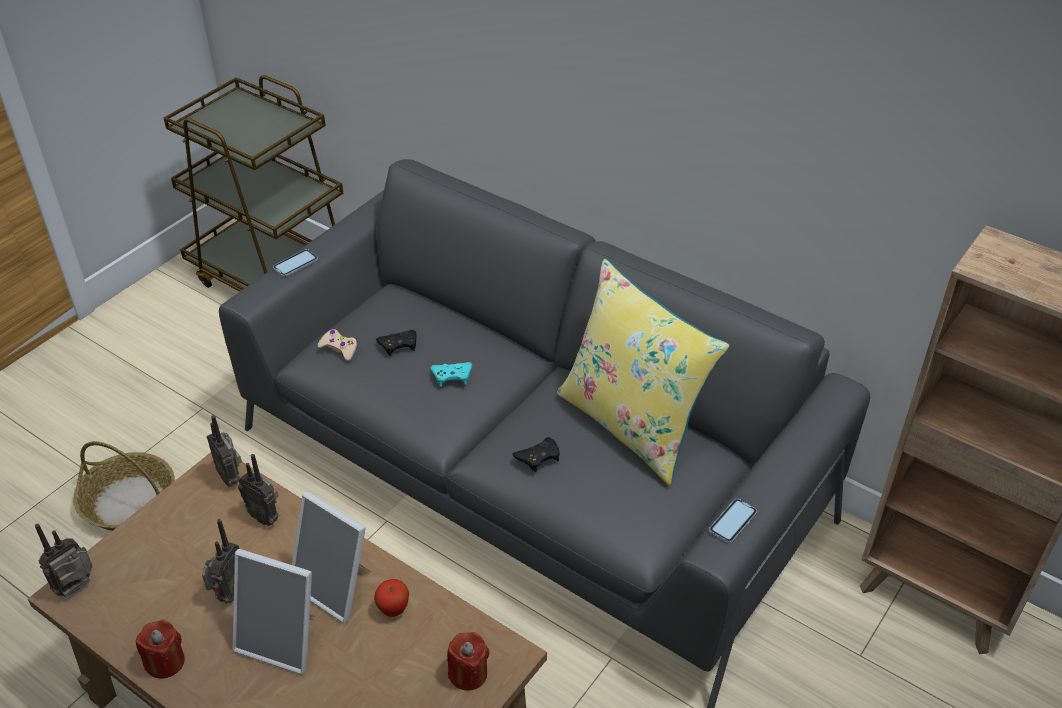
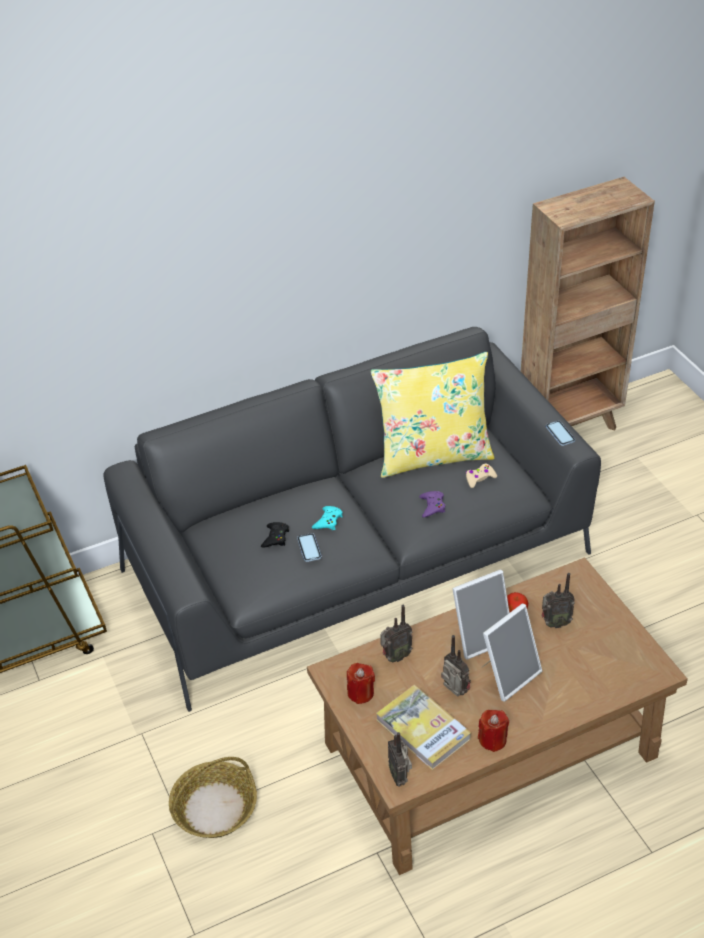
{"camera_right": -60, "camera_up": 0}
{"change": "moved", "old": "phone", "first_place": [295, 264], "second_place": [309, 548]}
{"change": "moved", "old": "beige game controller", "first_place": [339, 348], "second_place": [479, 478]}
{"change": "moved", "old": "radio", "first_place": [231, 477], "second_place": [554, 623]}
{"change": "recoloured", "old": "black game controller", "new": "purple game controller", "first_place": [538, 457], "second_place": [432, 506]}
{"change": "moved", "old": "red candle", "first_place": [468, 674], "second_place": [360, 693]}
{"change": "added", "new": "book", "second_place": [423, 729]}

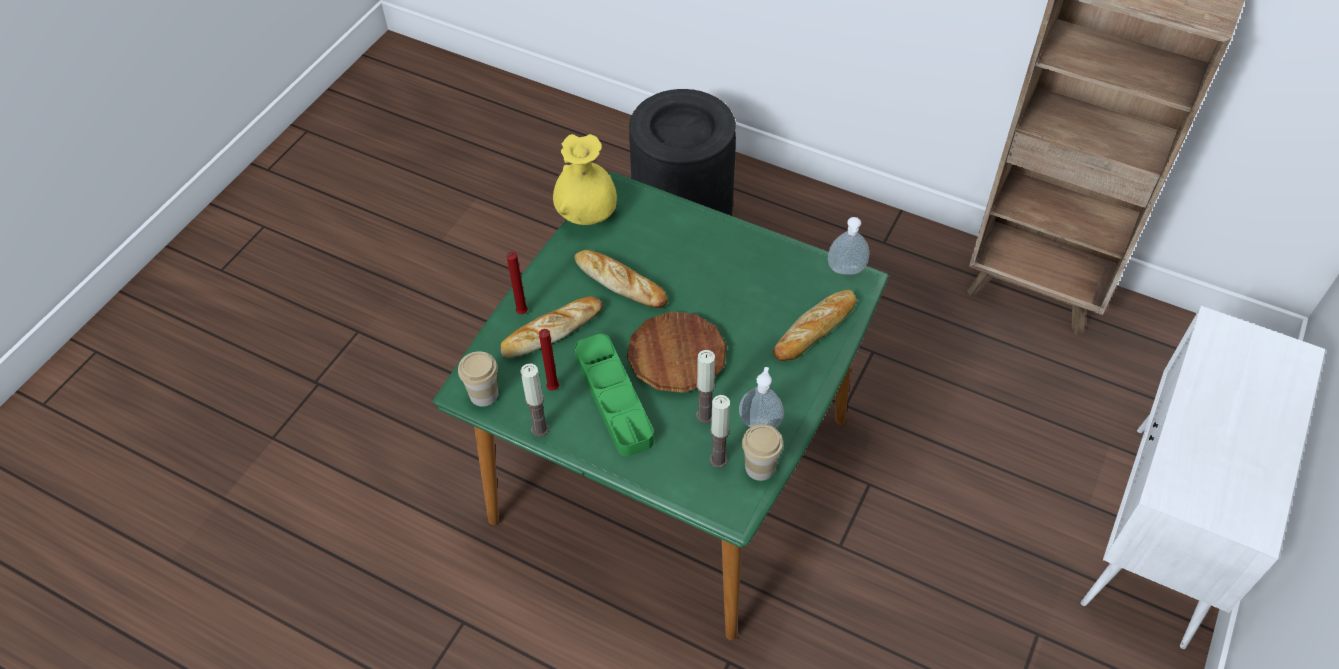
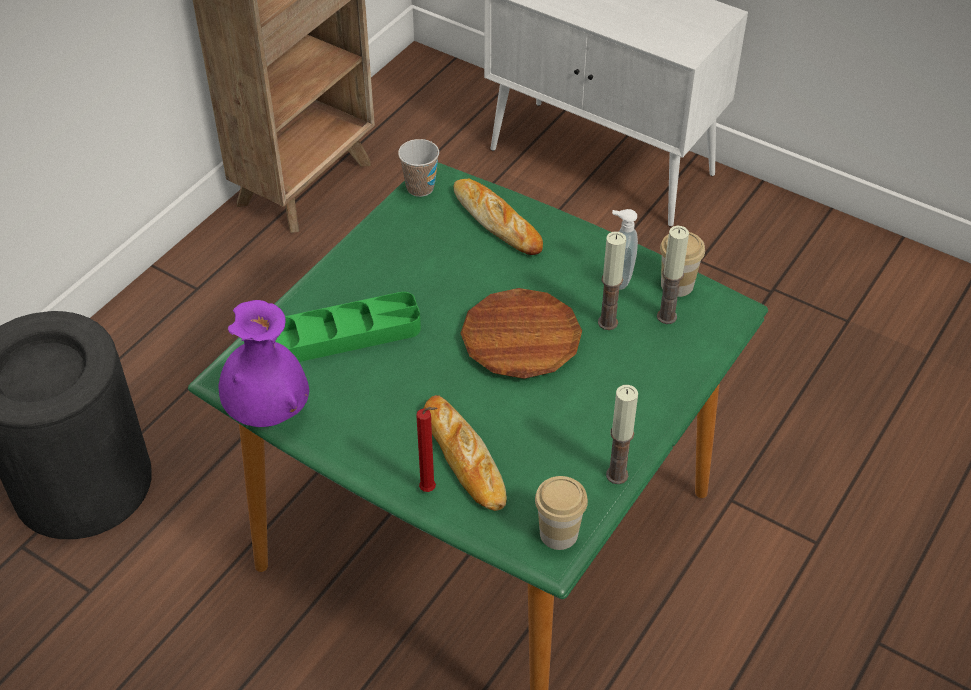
{"camera_right": -85, "camera_up": -5}
{"change": "recoloured", "old": "yellow vase", "new": "purple vase", "first_place": [586, 216], "second_place": [268, 412]}
{"change": "replaced", "old": "soap dispenser", "new": "cup", "first_place": [846, 272], "second_place": [420, 188]}
{"change": "removed", "old": "bread", "first_place": [620, 282]}
{"change": "removed", "old": "red candle", "first_place": [553, 390]}
{"change": "moved", "old": "green tray", "first_place": [613, 398], "second_place": [340, 336]}

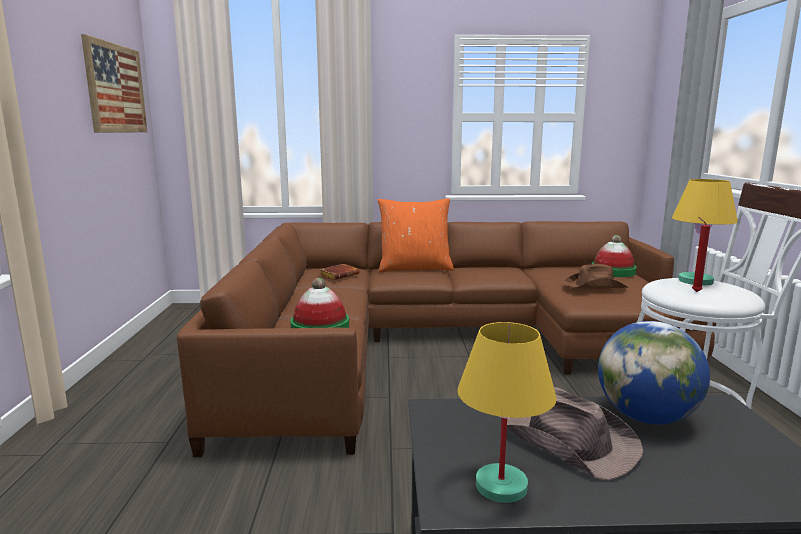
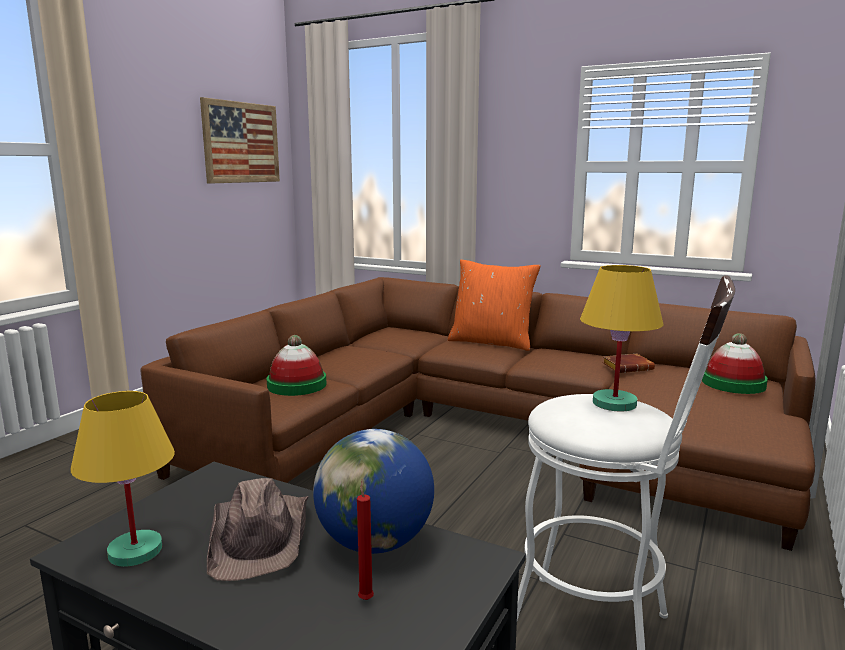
{"camera_right": 30, "camera_up": 0}
{"change": "moved", "old": "red candle", "first_place": [695, 291], "second_place": [366, 598]}
{"change": "moved", "old": "brown book", "first_place": [339, 275], "second_place": [628, 367]}
{"change": "removed", "old": "brown hat", "first_place": [595, 286]}

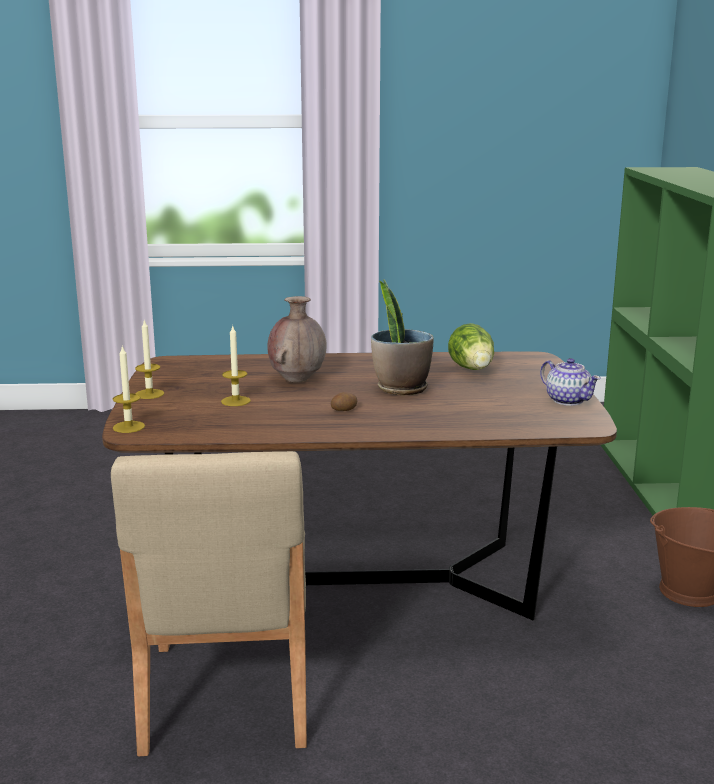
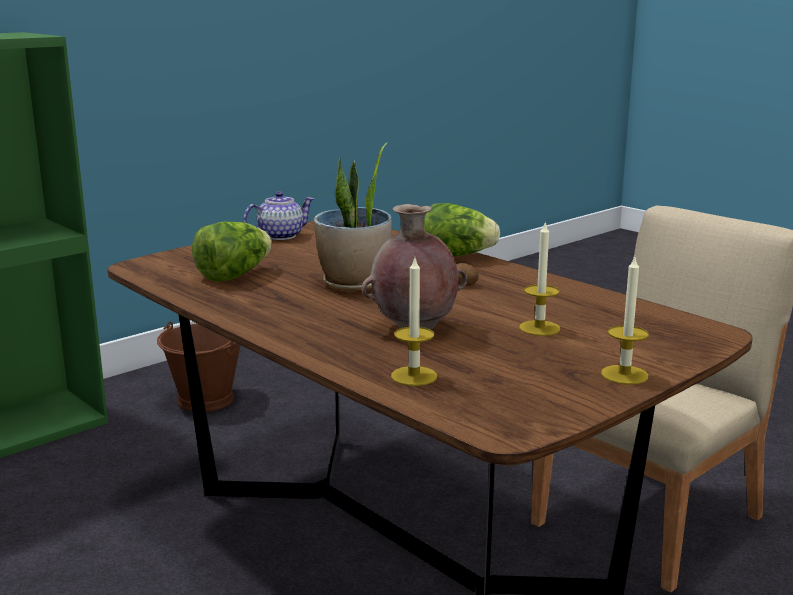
{"camera_right": -130, "camera_up": 0}
{"change": "moved", "old": "candle", "first_place": [128, 427], "second_place": [414, 376]}
{"change": "turned", "old": "teapot", "first_place": [567, 400], "second_place": [280, 236], "degrees": 45}
{"change": "added", "new": "lettuce", "second_place": [457, 256]}

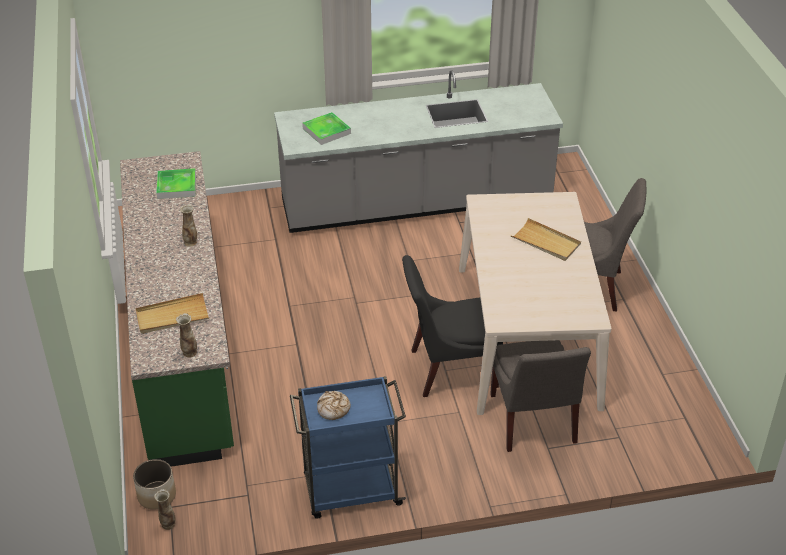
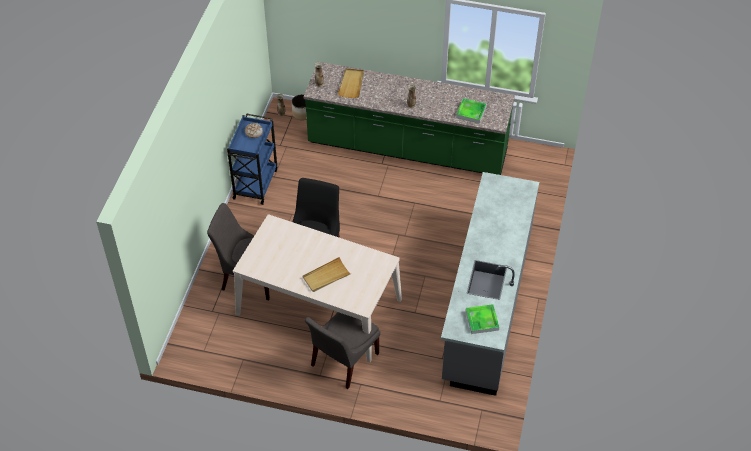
{"camera_right": 115, "camera_up": 10}
{"change": "moved", "old": "tray", "first_place": [326, 131], "second_place": [482, 320]}

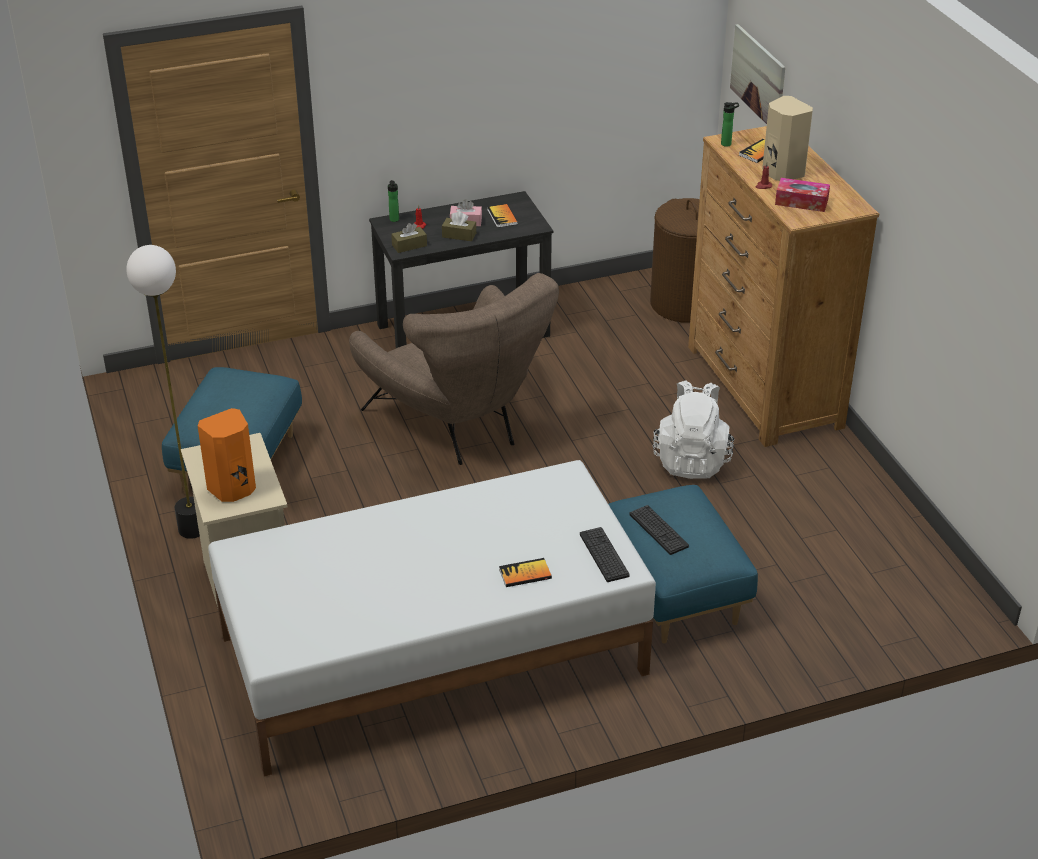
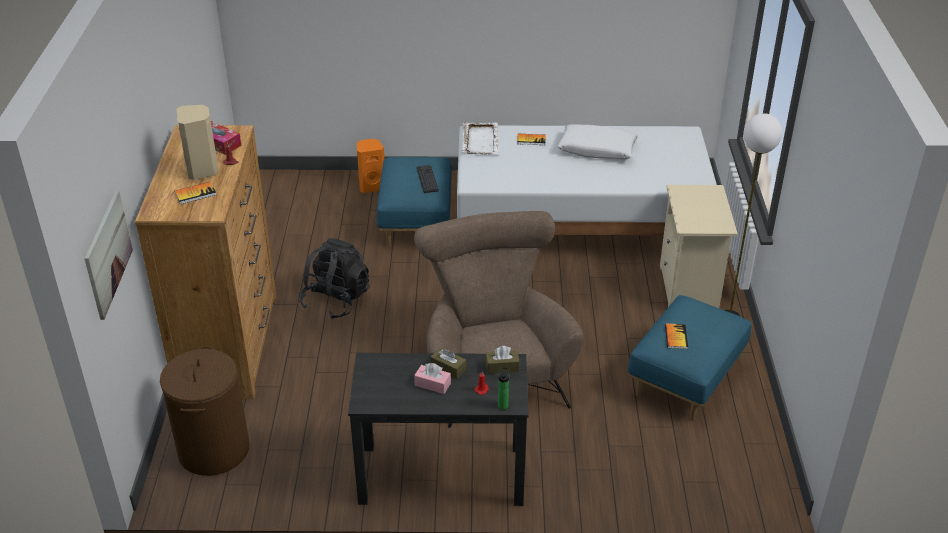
{"camera_right": -160, "camera_up": 0}
{"change": "removed", "old": "bottle", "first_place": [727, 144]}
{"change": "moved", "old": "book", "first_place": [502, 217], "second_place": [676, 337]}
{"change": "recoloured", "old": "white backpack", "new": "black backpack", "first_place": [692, 459], "second_place": [336, 300]}
{"change": "moved", "old": "orange speaker", "first_place": [233, 489], "second_place": [371, 186]}
{"change": "replaced", "old": "keyboard", "new": "white tray", "first_place": [604, 555], "second_place": [480, 140]}
{"change": "added", "new": "white pillow", "second_place": [597, 150]}

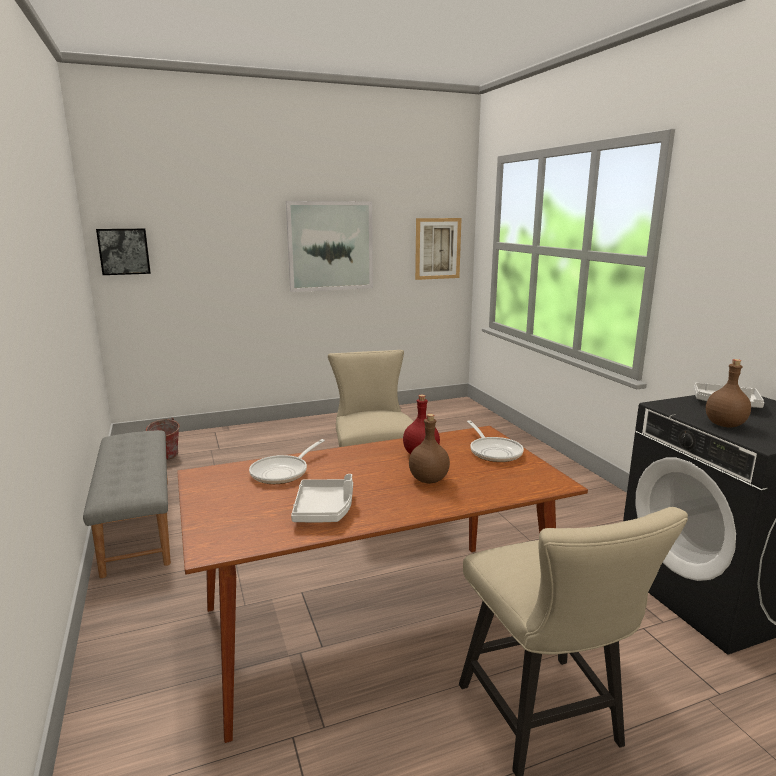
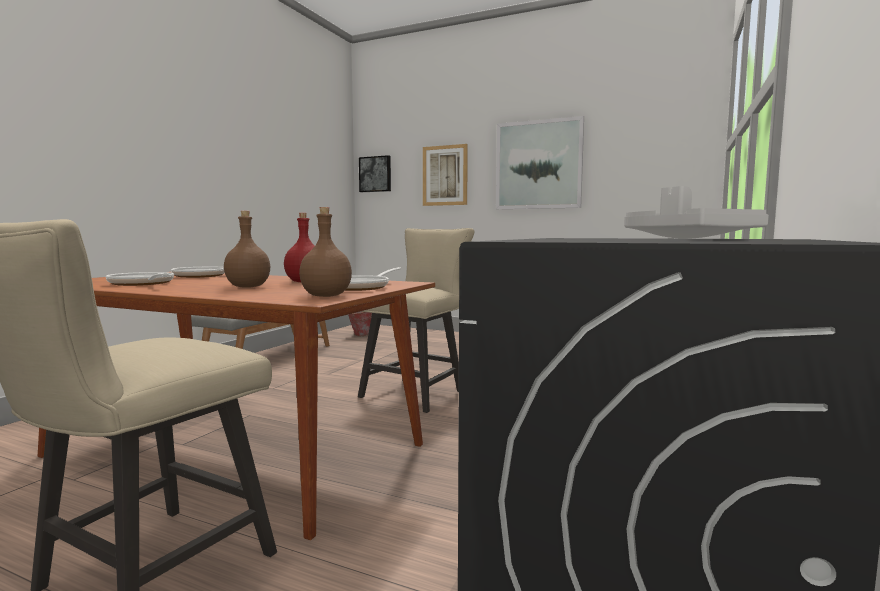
{"camera_right": 45, "camera_up": -10}
{"change": "moved", "old": "picture", "first_place": [437, 248], "second_place": [445, 175]}
{"change": "moved", "old": "brown bottle", "first_place": [725, 425], "second_place": [327, 296]}
{"change": "replaced", "old": "grey tray", "new": "frying pan", "first_place": [324, 510], "second_place": [142, 284]}

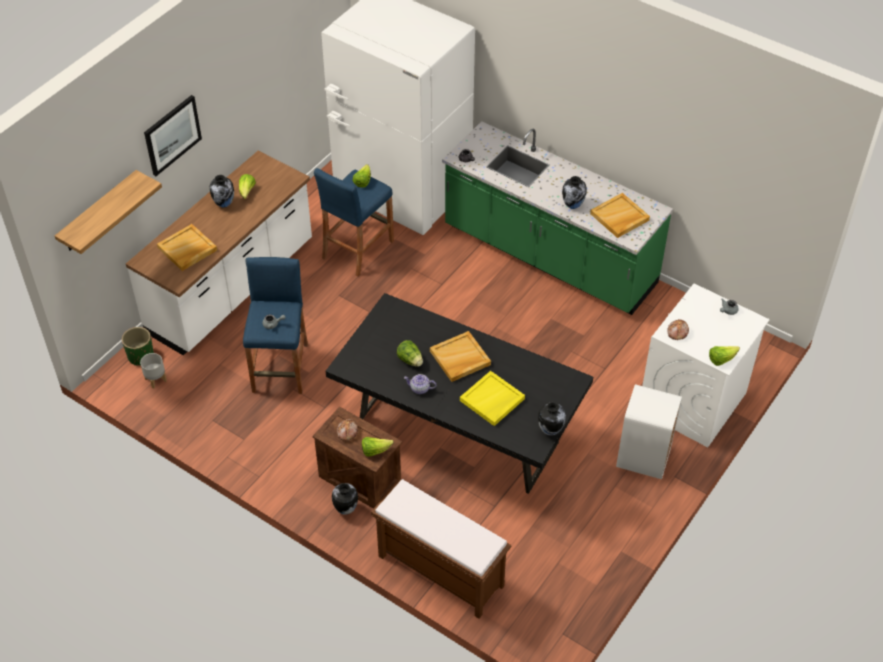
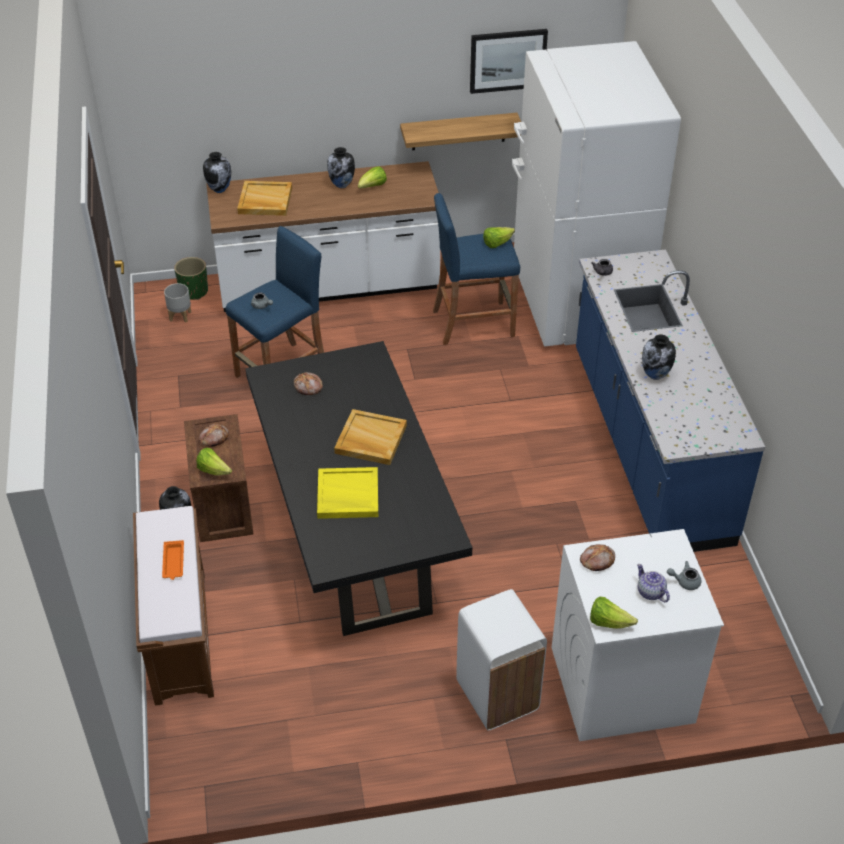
{"camera_right": 45, "camera_up": -5}
{"change": "moved", "old": "picture", "first_place": [172, 135], "second_place": [507, 60]}
{"change": "recoloured", "old": "green counter", "new": "blue counter", "first_place": [549, 257], "second_place": [648, 445]}
{"change": "moved", "old": "shelf", "first_place": [98, 212], "second_place": [458, 131]}
{"change": "removed", "old": "beige tray", "first_place": [619, 217]}
{"change": "removed", "old": "lettuce", "first_place": [410, 360]}
{"change": "moved", "old": "teapot", "first_place": [419, 389], "second_place": [650, 592]}
{"change": "moved", "old": "vase", "first_place": [550, 430], "second_place": [220, 189]}
{"change": "added", "new": "bread", "second_place": [308, 387]}
{"change": "added", "new": "orange tray", "second_place": [173, 562]}

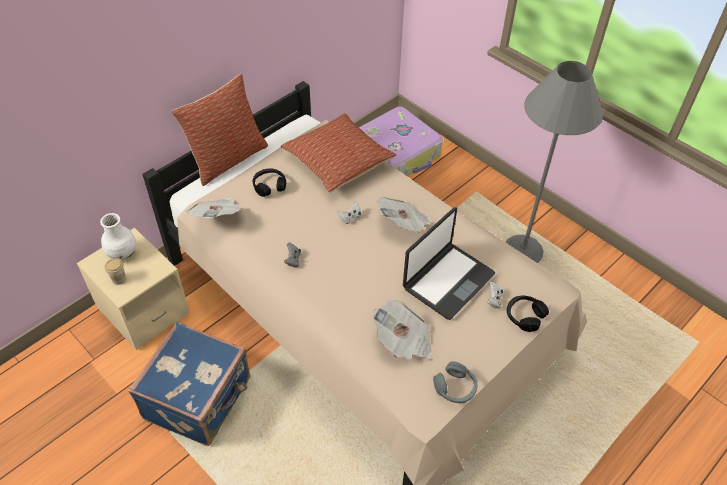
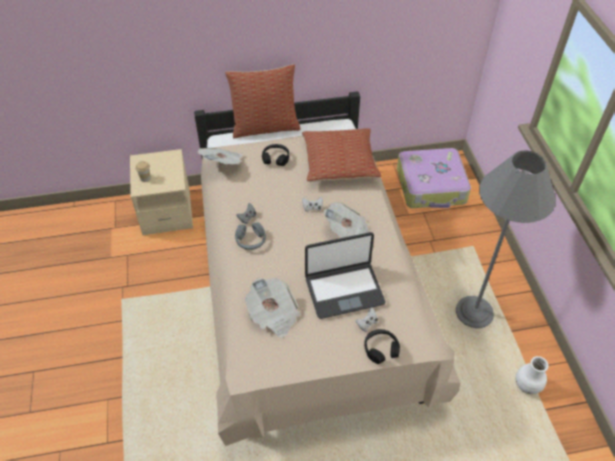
{"camera_right": 35, "camera_up": 0}
{"change": "moved", "old": "white vase", "first_place": [122, 253], "second_place": [527, 385]}
{"change": "removed", "old": "blue suitcase", "first_place": [200, 399]}
{"change": "moved", "old": "grey headphones", "first_place": [455, 388], "second_place": [251, 241]}

